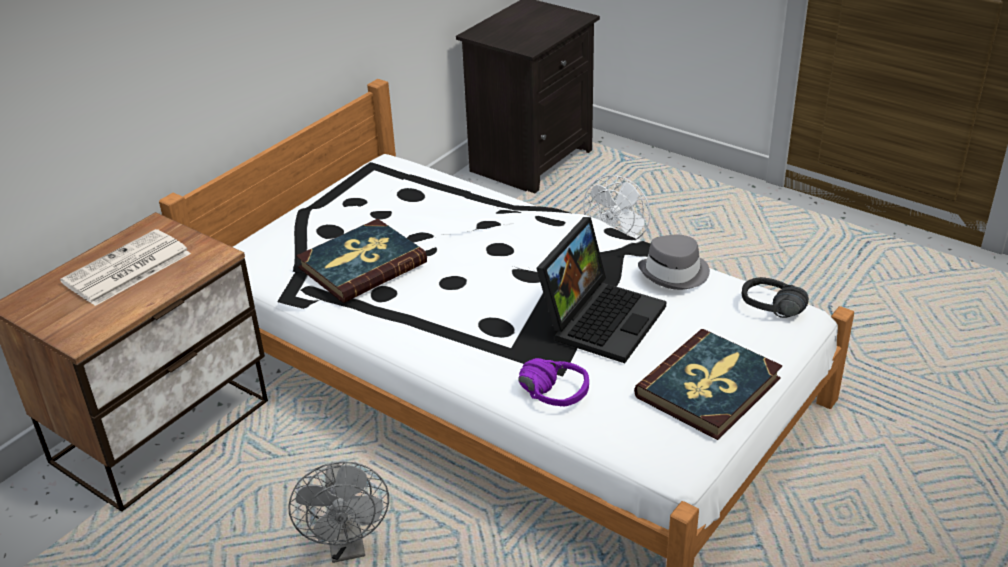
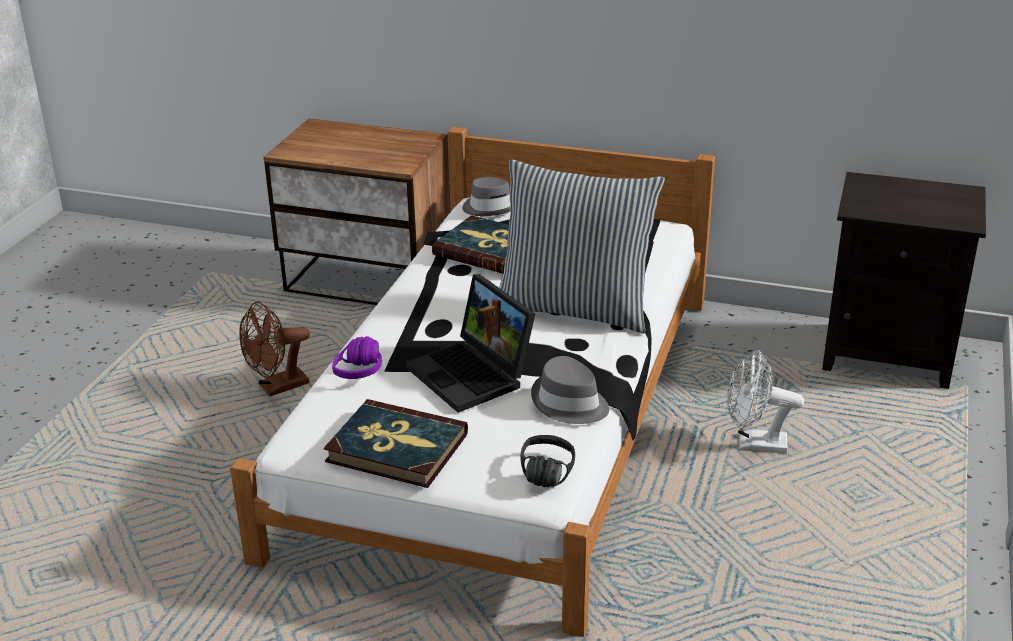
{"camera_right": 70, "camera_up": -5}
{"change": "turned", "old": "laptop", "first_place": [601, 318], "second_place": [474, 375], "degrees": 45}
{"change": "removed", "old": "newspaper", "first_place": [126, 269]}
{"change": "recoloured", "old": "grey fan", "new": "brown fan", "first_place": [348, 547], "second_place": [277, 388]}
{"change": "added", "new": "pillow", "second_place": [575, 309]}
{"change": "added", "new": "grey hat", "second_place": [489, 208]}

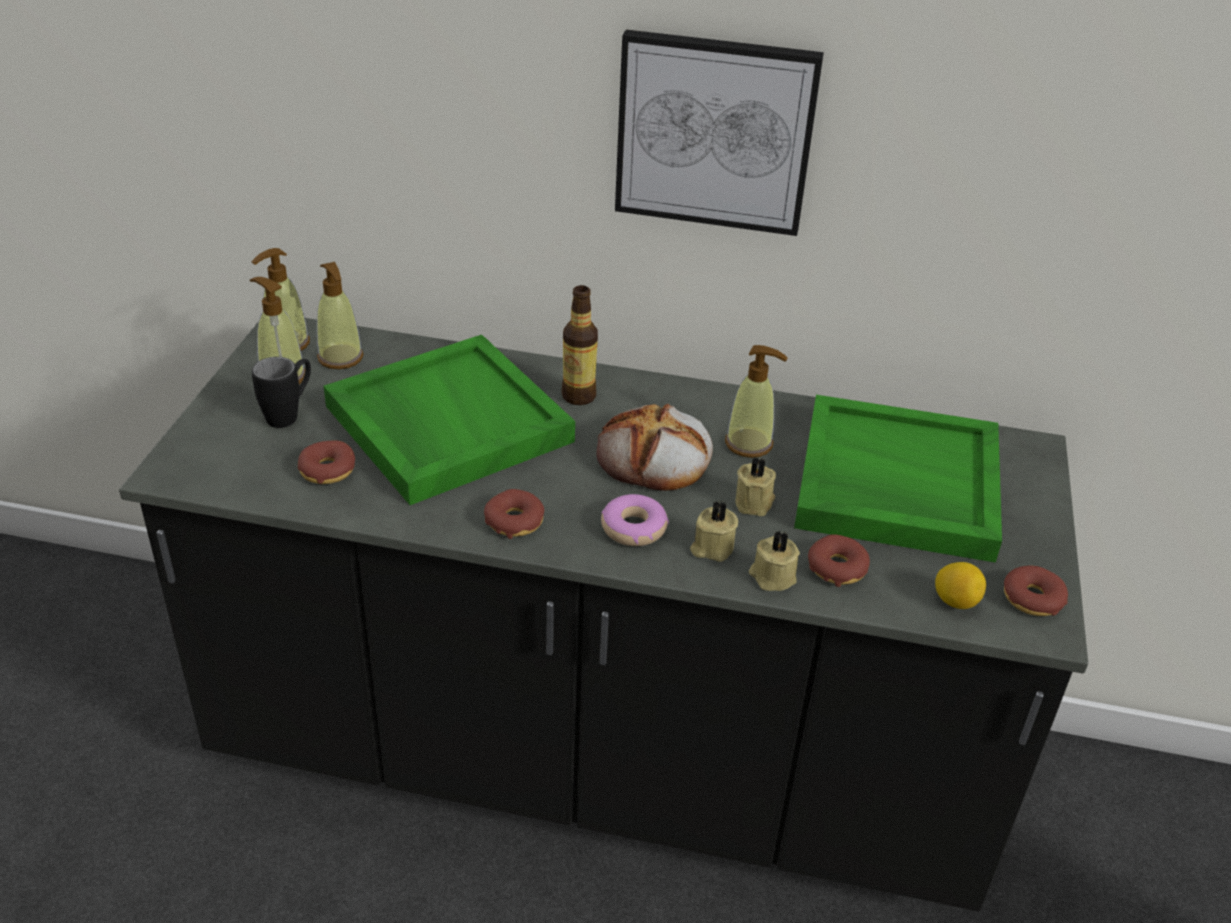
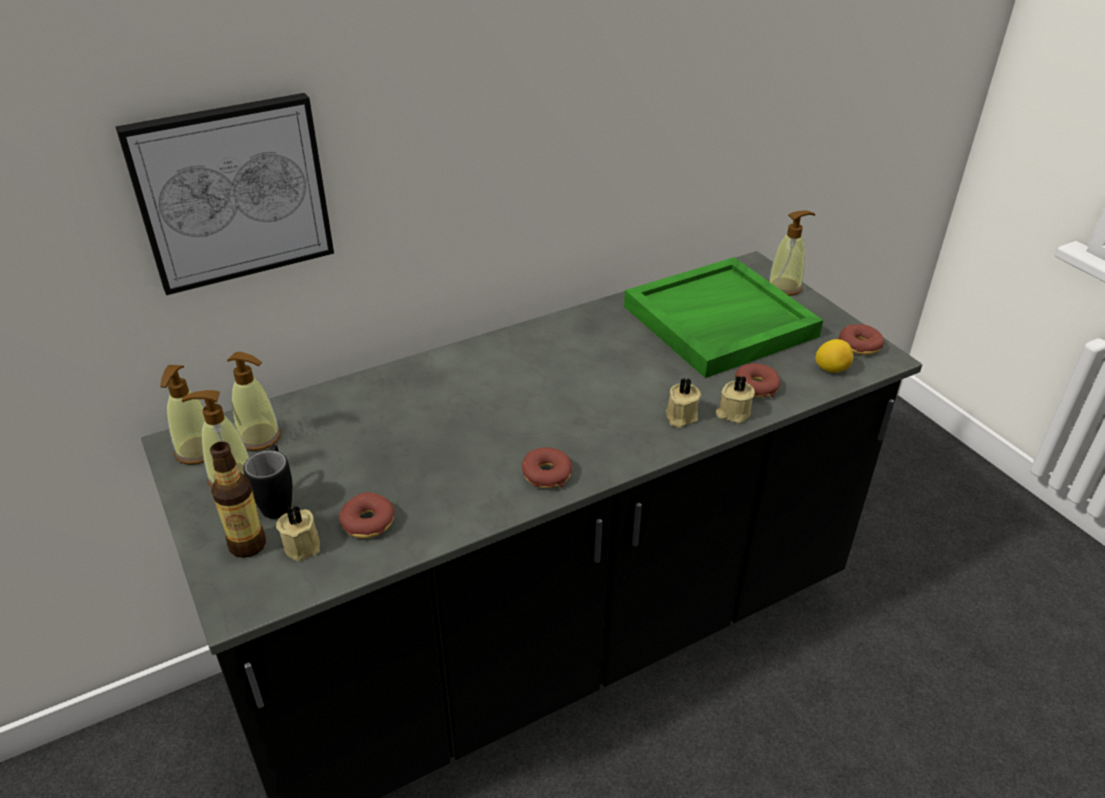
{"camera_right": -40, "camera_up": 0}
{"change": "moved", "old": "picture", "first_place": [715, 132], "second_place": [232, 192]}
{"change": "moved", "old": "bottle", "first_place": [579, 396], "second_place": [248, 545]}
{"change": "removed", "old": "green tray", "first_place": [446, 423]}
{"change": "moved", "old": "soap dispenser", "first_place": [749, 444], "second_place": [784, 287]}
{"change": "removed", "old": "bread", "first_place": [655, 457]}
{"change": "moved", "old": "beige candle", "first_place": [755, 502], "second_place": [303, 545]}
{"change": "removed", "old": "donut", "first_place": [634, 528]}

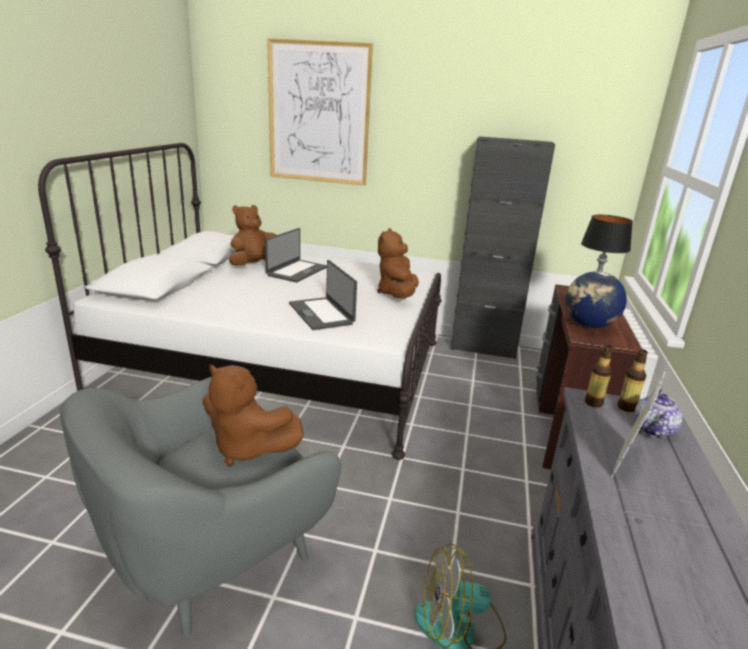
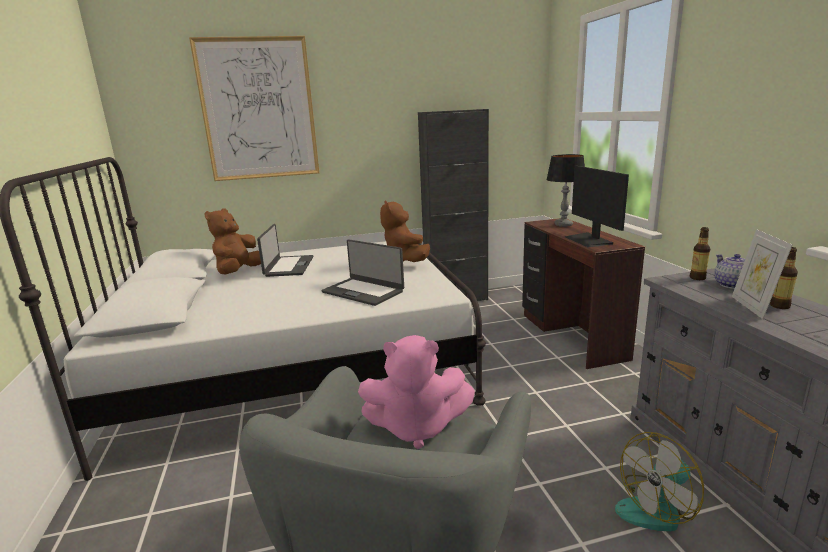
{"camera_right": -25, "camera_up": -5}
{"change": "replaced", "old": "globe", "new": "monitor", "first_place": [589, 325], "second_place": [589, 240]}
{"change": "moved", "old": "bottle", "first_place": [593, 403], "second_place": [779, 306]}
{"change": "recoloured", "old": "brown plush toy", "new": "pink plush toy", "first_place": [247, 448], "second_place": [416, 427]}

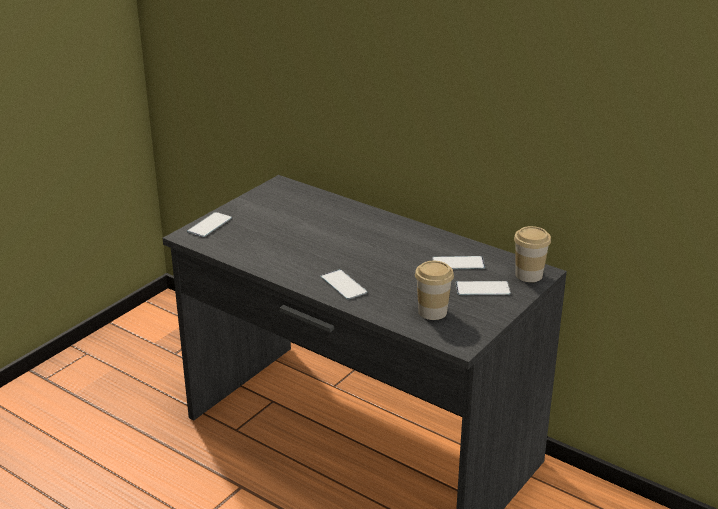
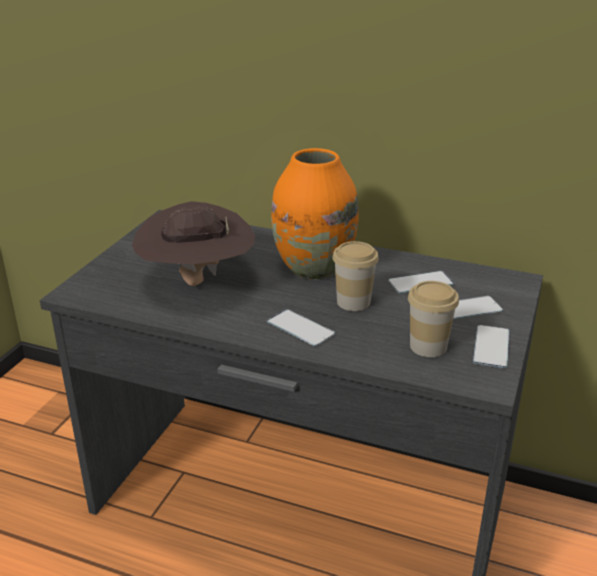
{"camera_right": -15, "camera_up": 0}
{"change": "moved", "old": "phone", "first_place": [209, 225], "second_place": [491, 347]}
{"change": "moved", "old": "cup", "first_place": [529, 275], "second_place": [353, 302]}
{"change": "added", "new": "orange vase", "second_place": [313, 268]}
{"change": "added", "new": "brown hat", "second_place": [196, 282]}

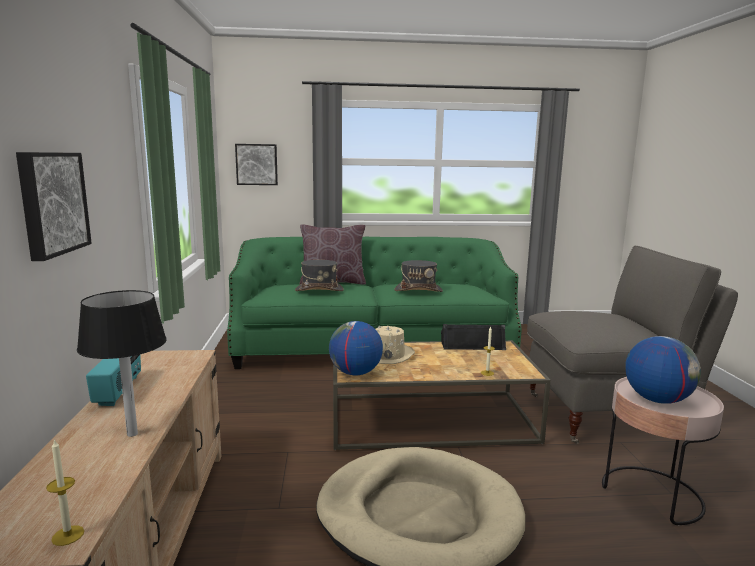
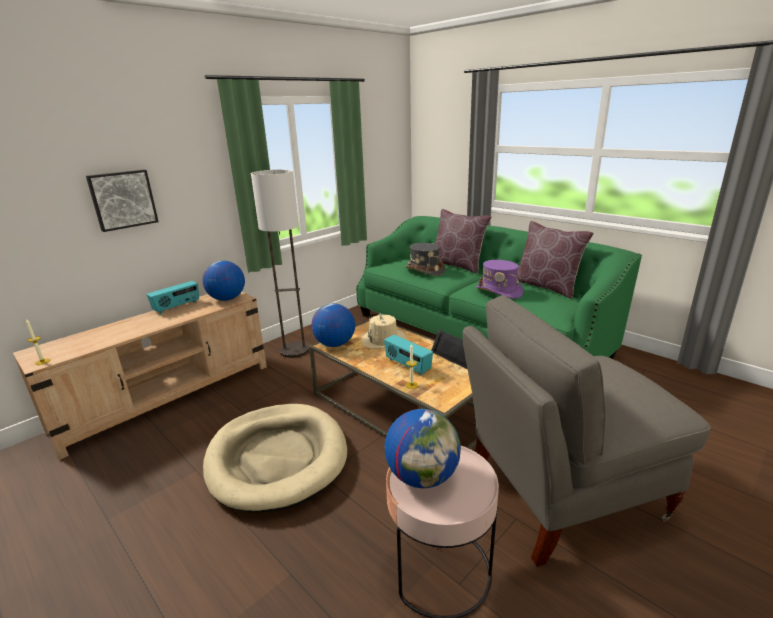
{"camera_right": 50, "camera_up": 10}
{"change": "removed", "old": "picture", "first_place": [257, 164]}
{"change": "turned", "old": "grey armchair", "first_place": [608, 416], "second_place": [561, 493], "degrees": 120}
{"change": "recoloured", "old": "grey hat", "new": "purple hat", "first_place": [418, 290], "second_place": [499, 291]}
{"change": "removed", "old": "black table lamp", "first_place": [132, 434]}
{"change": "added", "new": "floor lamp", "second_place": [294, 350]}
{"change": "added", "new": "brown pillow", "second_place": [546, 286]}
{"change": "added", "new": "globe", "second_place": [227, 299]}
{"change": "added", "new": "radio", "second_place": [407, 366]}

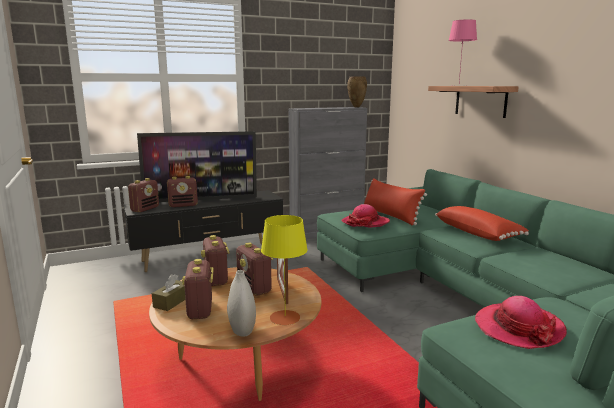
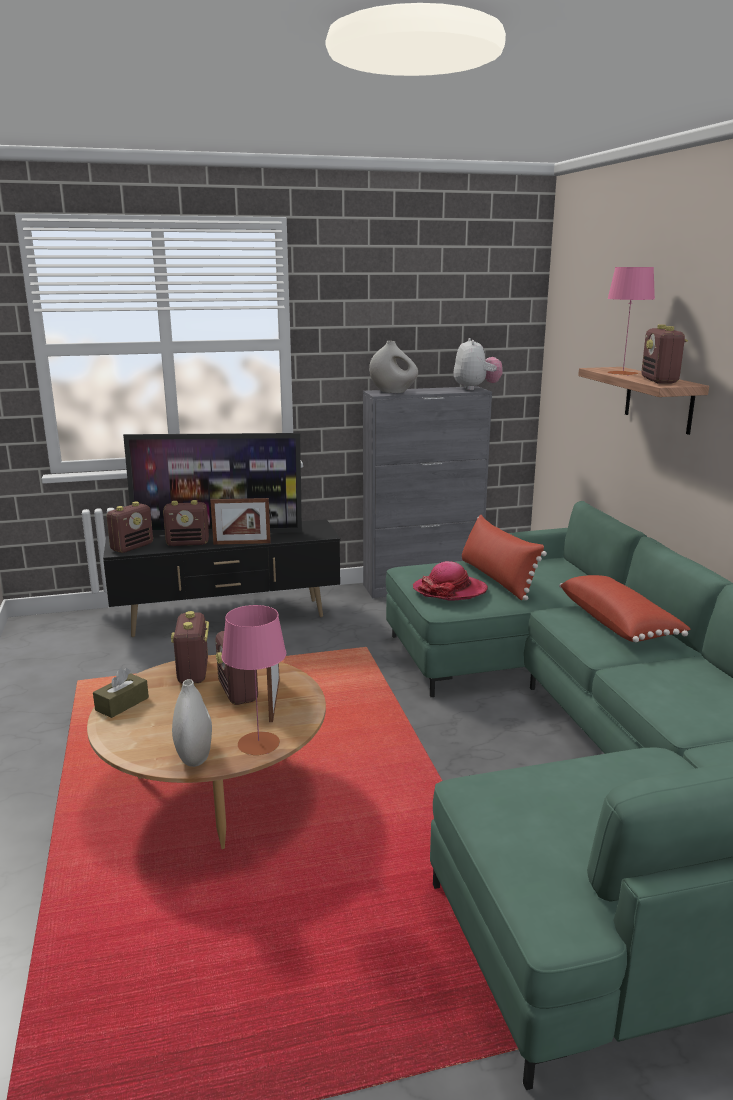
{"camera_right": 10, "camera_up": 5}
{"change": "replaced", "old": "brown vase", "new": "plush toy", "first_place": [356, 107], "second_place": [476, 388]}
{"change": "recoloured", "old": "yellow table lamp", "new": "pink table lamp", "first_place": [285, 317], "second_place": [258, 743]}
{"change": "moved", "old": "radio", "first_place": [200, 310], "second_place": [659, 381]}
{"change": "removed", "old": "hat", "first_place": [518, 328]}
{"change": "added", "new": "white vase", "second_place": [393, 392]}
{"change": "added", "new": "picture frame", "second_place": [242, 543]}

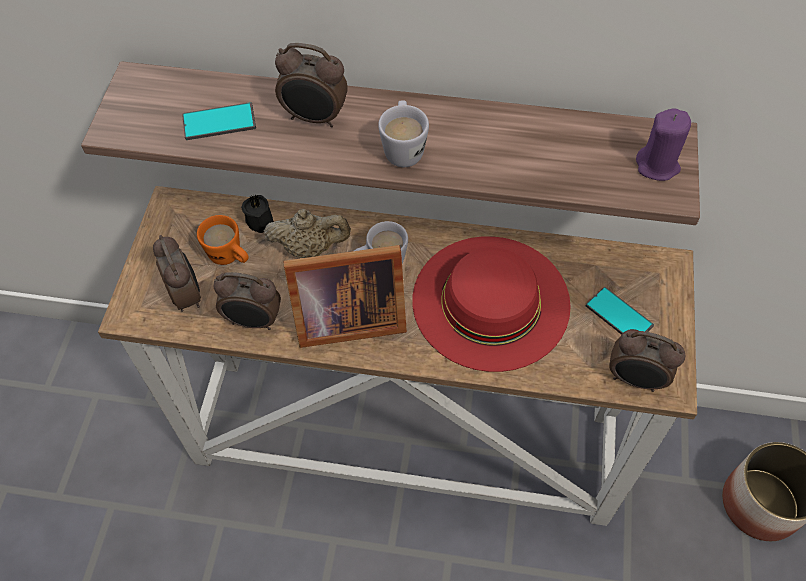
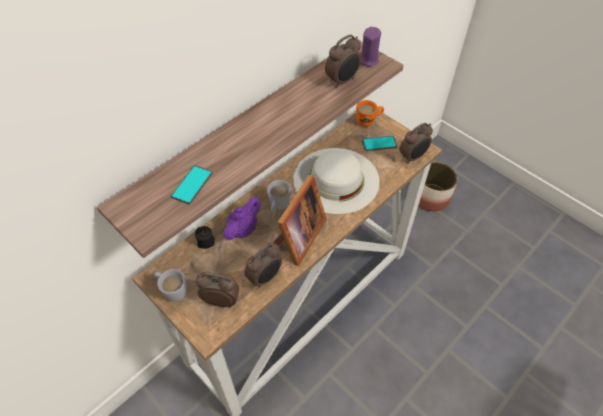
{"camera_right": -55, "camera_up": -5}
{"change": "moved", "old": "alarm clock", "first_place": [315, 118], "second_place": [342, 81]}
{"change": "moved", "old": "white mug", "first_place": [403, 148], "second_place": [172, 291]}
{"change": "recoloured", "old": "beige teapot", "new": "purple teapot", "first_place": [310, 248], "second_place": [243, 229]}
{"change": "moved", "old": "orange mug", "first_place": [230, 258], "second_place": [368, 121]}
{"change": "recoloured", "old": "red hat", "new": "white hat", "first_place": [491, 301], "second_place": [336, 180]}

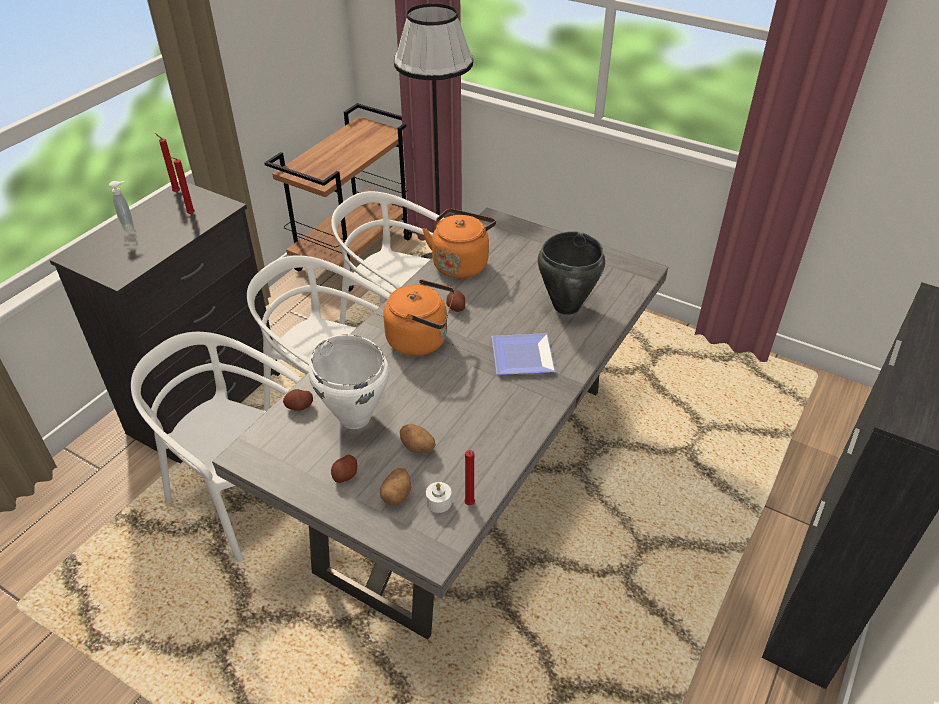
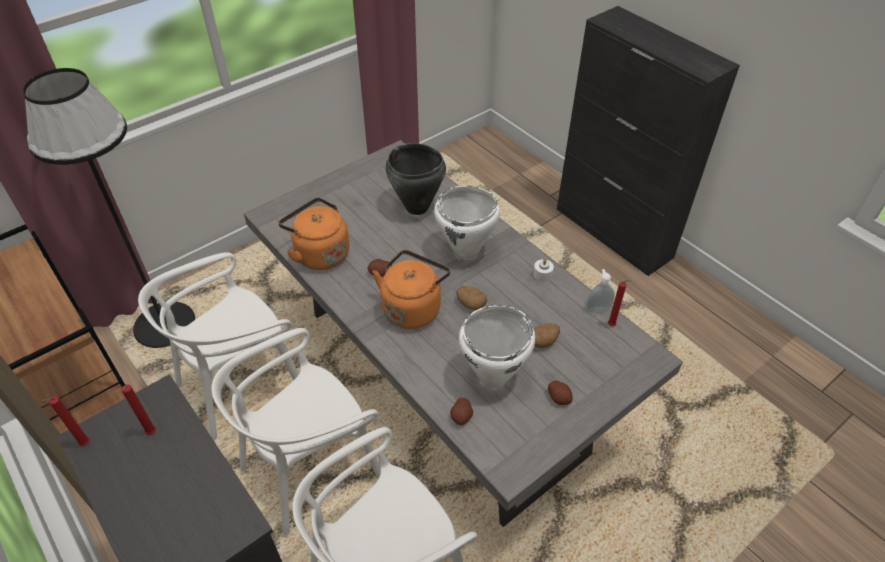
{"camera_right": -70, "camera_up": 5}
{"change": "moved", "old": "soap dispenser", "first_place": [130, 228], "second_place": [597, 309]}
{"change": "replaced", "old": "plate", "new": "white cooking pot", "first_place": [520, 358], "second_place": [466, 252]}
{"change": "moved", "old": "potato", "first_place": [397, 495], "second_place": [471, 304]}
{"change": "moved", "old": "white candle", "first_place": [439, 502], "second_place": [542, 274]}

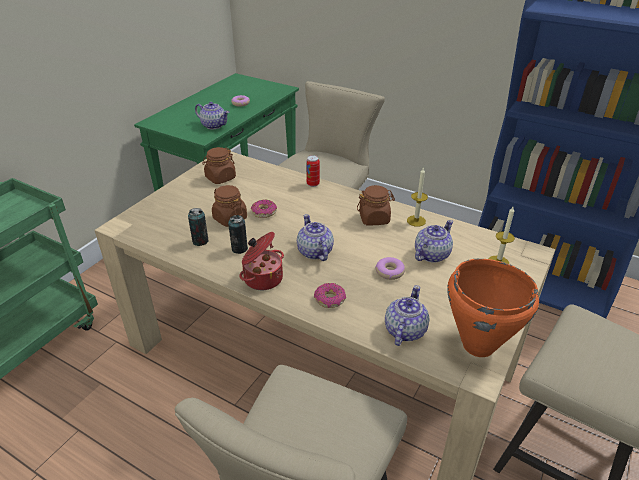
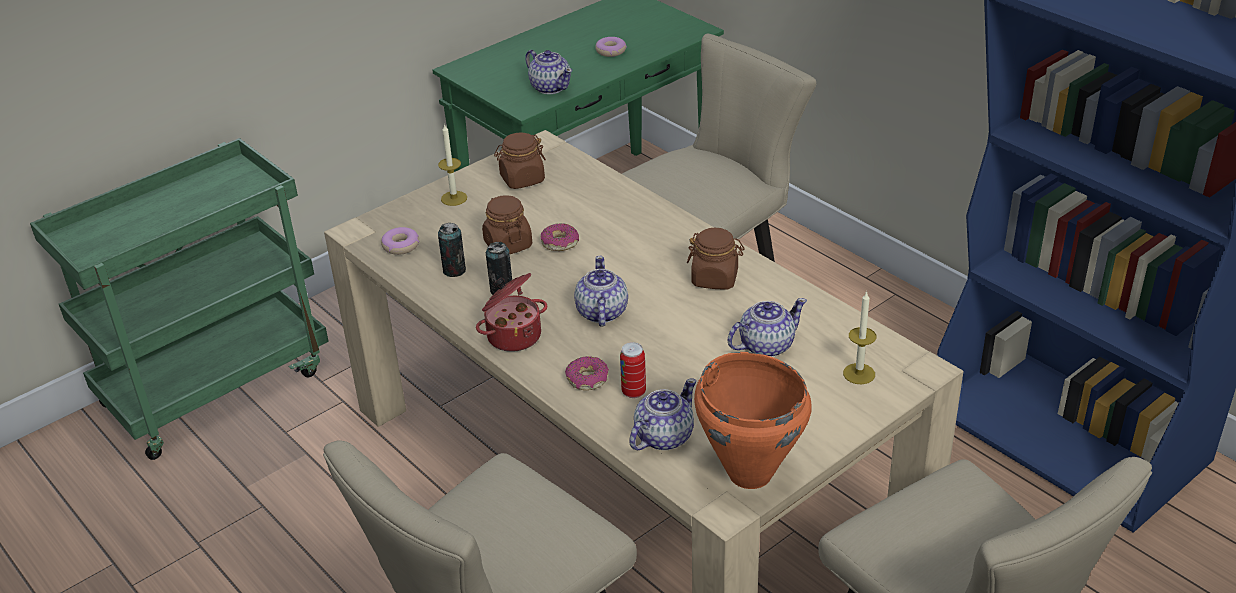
{"camera_right": 20, "camera_up": 0}
{"change": "moved", "old": "can", "first_place": [313, 184], "second_place": [633, 392]}
{"change": "moved", "old": "candle", "first_place": [416, 221], "second_place": [454, 198]}
{"change": "moved", "old": "donut", "first_place": [390, 272], "second_place": [401, 246]}

